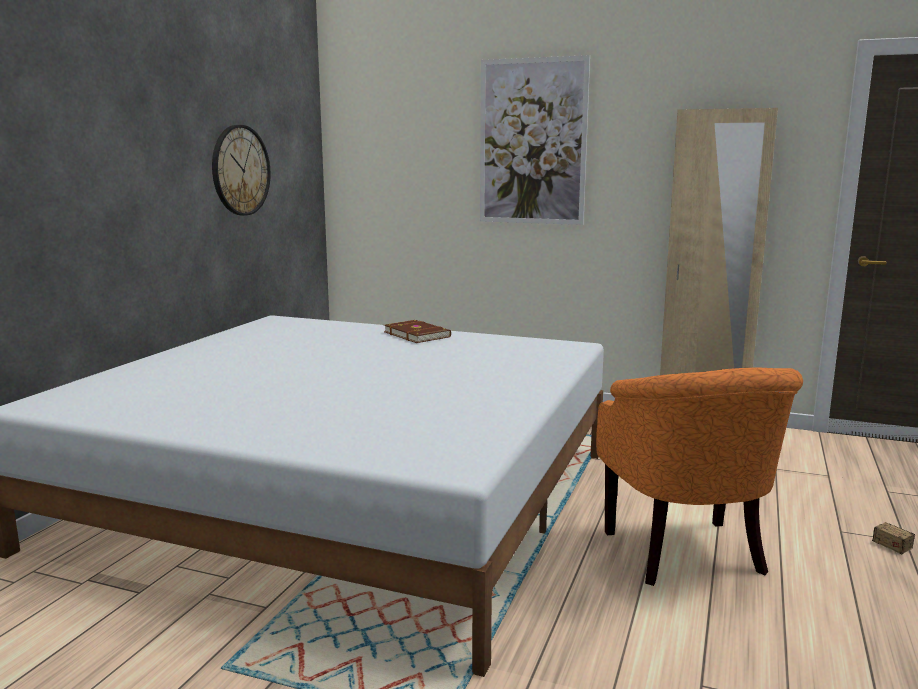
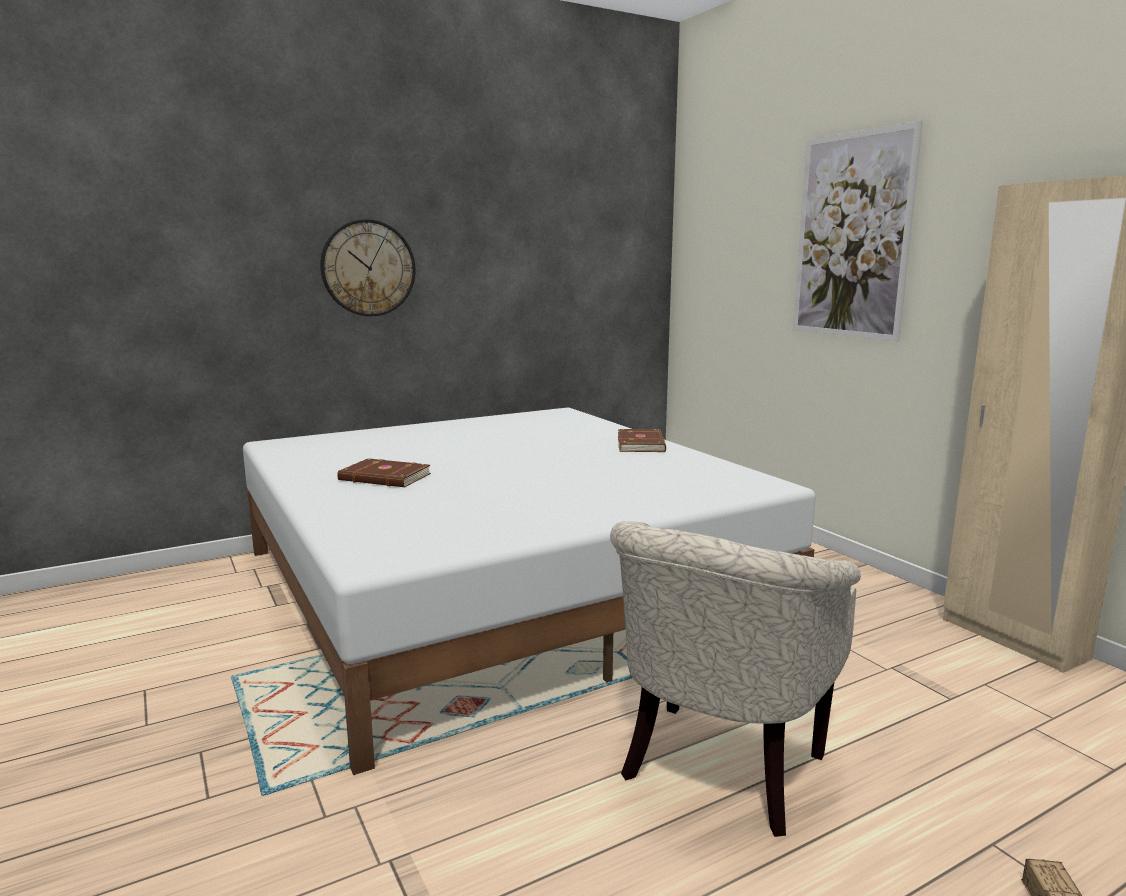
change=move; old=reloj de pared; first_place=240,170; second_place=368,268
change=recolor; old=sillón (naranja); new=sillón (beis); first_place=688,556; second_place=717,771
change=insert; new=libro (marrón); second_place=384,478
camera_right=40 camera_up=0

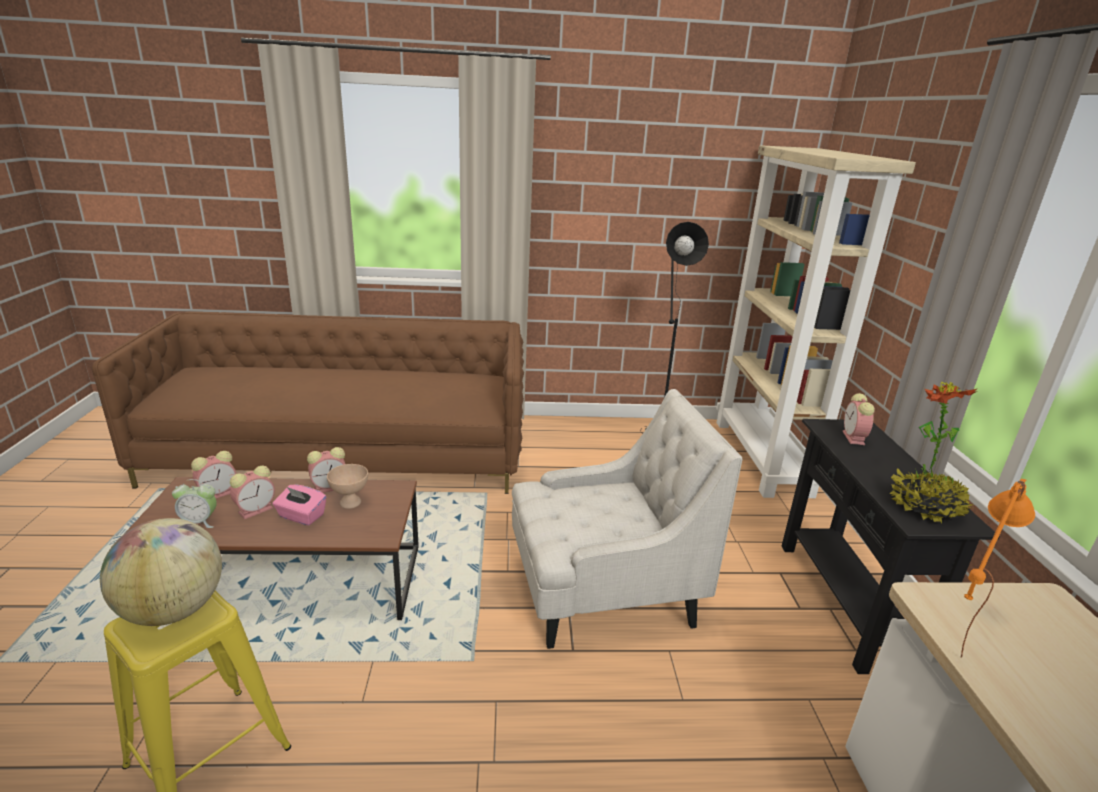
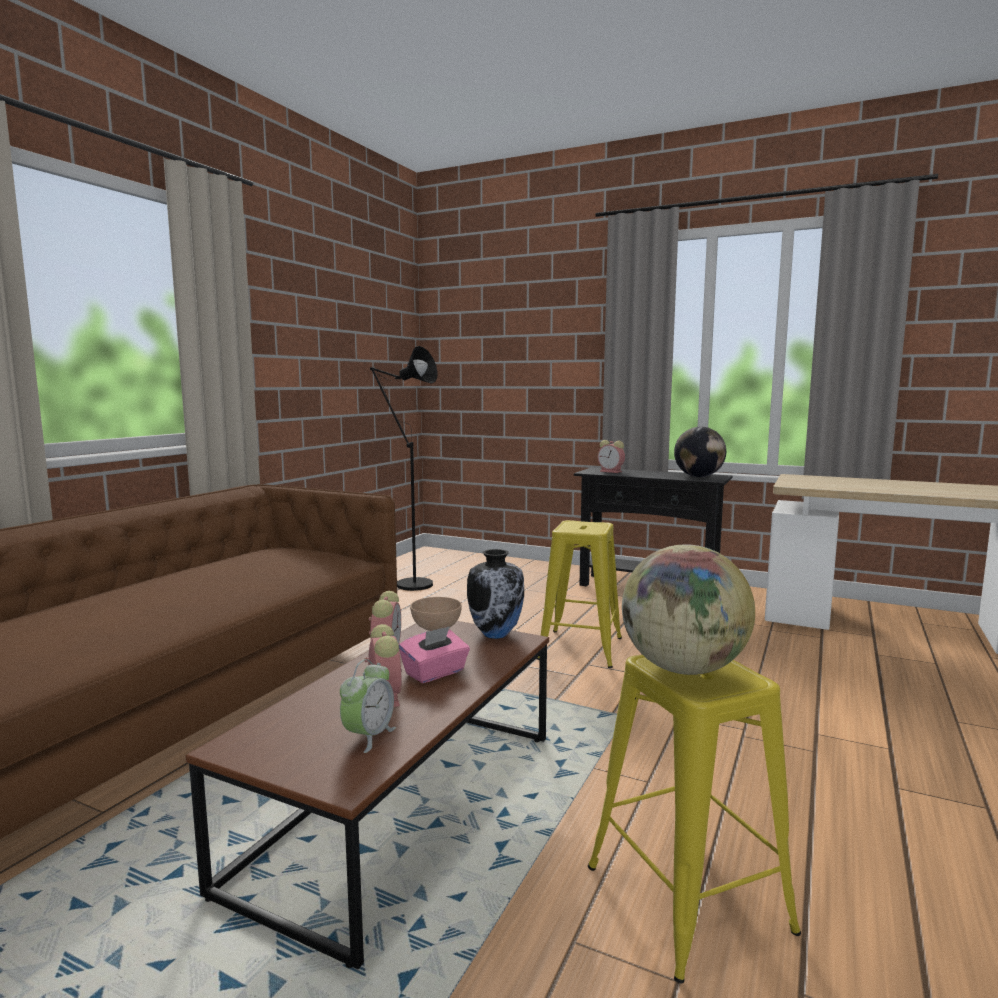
change=delete; old=estantería (beis); first_place=762,457
change=replace; old=planta en maceta; new=globo terráqueo; first_place=924,507; second_place=698,477
change=replace; old=sillón (blanco); new=taburete (amarillo); first_place=602,593; second_place=580,648
change=delete; old=despertador; first_place=219,493
change=delete; old=lámpara de mesa (naranja); first_place=957,628
change=insert; new=florero; second_place=496,634
camera_right=-60 camera_up=-15

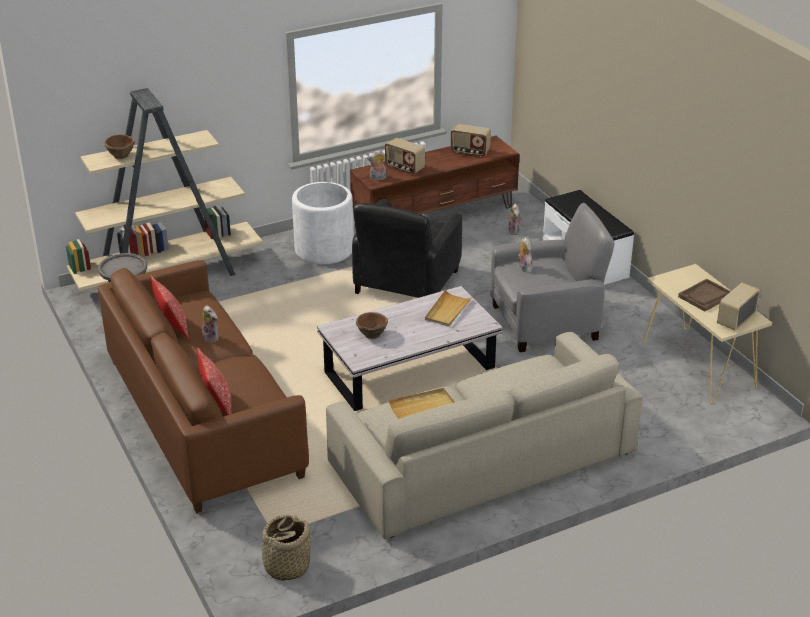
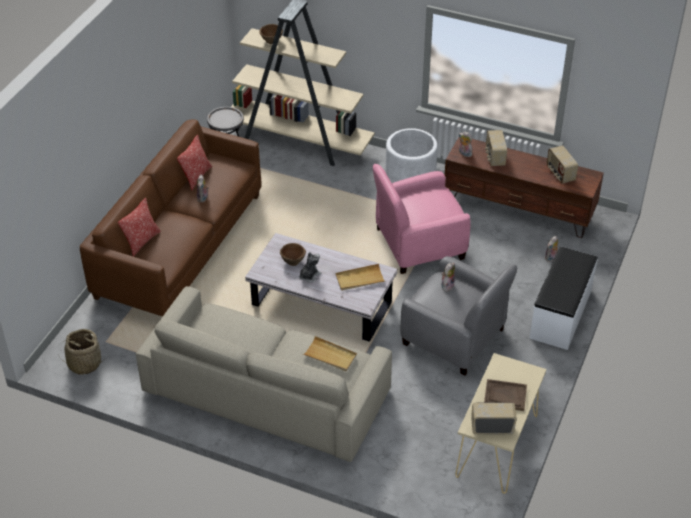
change=recolor; old=sillón (negro); new=sillón (rosa); first_place=406,283; second_place=418,244
change=move; old=bandeja (beis); first_place=422,407; second_place=330,356
change=insert; new=peluche; second_place=309,276
camera_right=50 camera_up=10

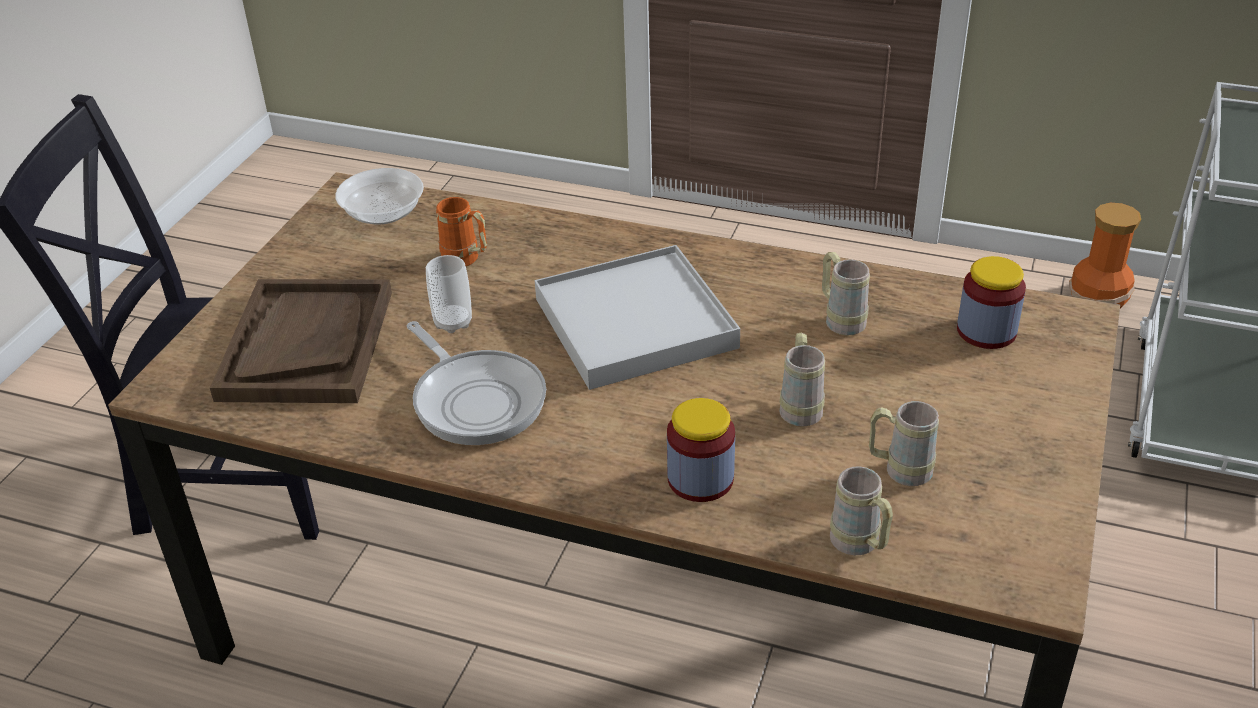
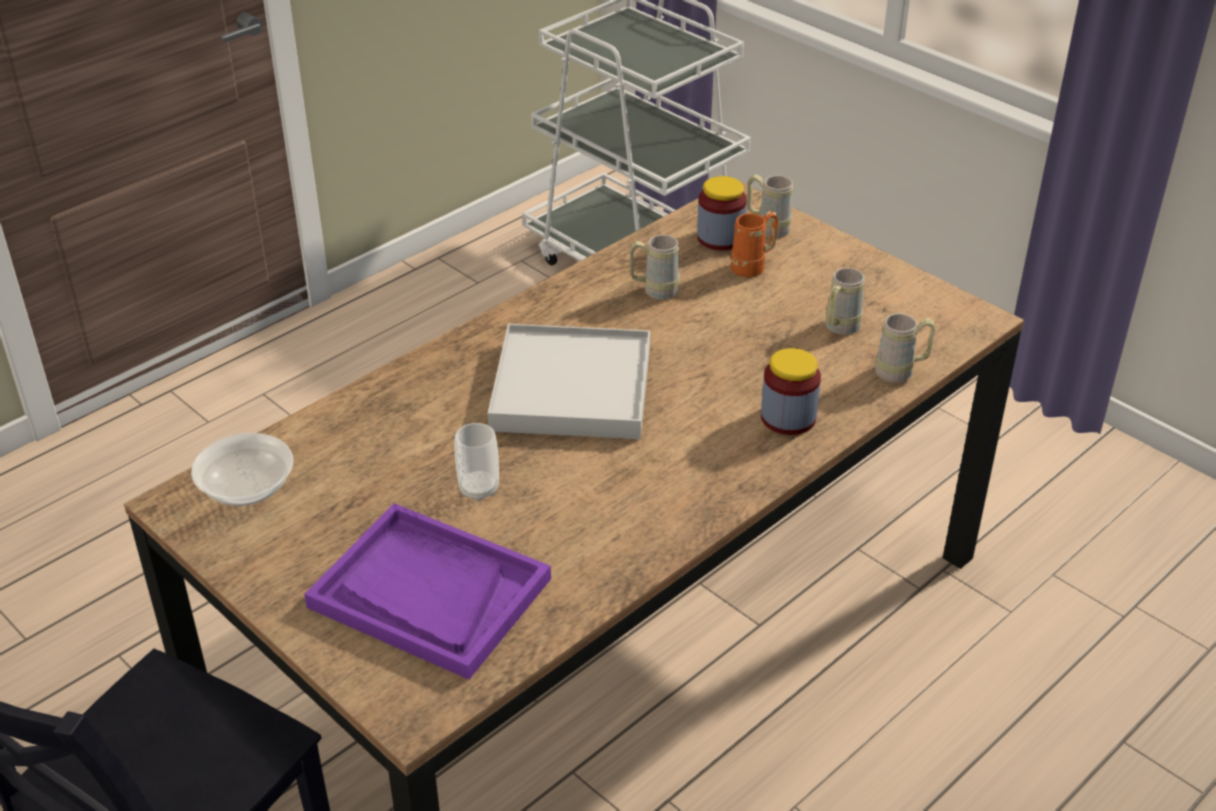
change=move; old=taza grande (naranja); first_place=466,260; second_place=753,267
change=delete; old=florero; first_place=1099,299
change=recolor; old=bandeja (marrón); new=bandeja (morado); first_place=306,344; second_place=429,593
change=delete; old=sartén; first_place=476,400
change=move; old=taza grande (beis); first_place=800,406; second_place=767,227
camera_right=-65 camera_up=0

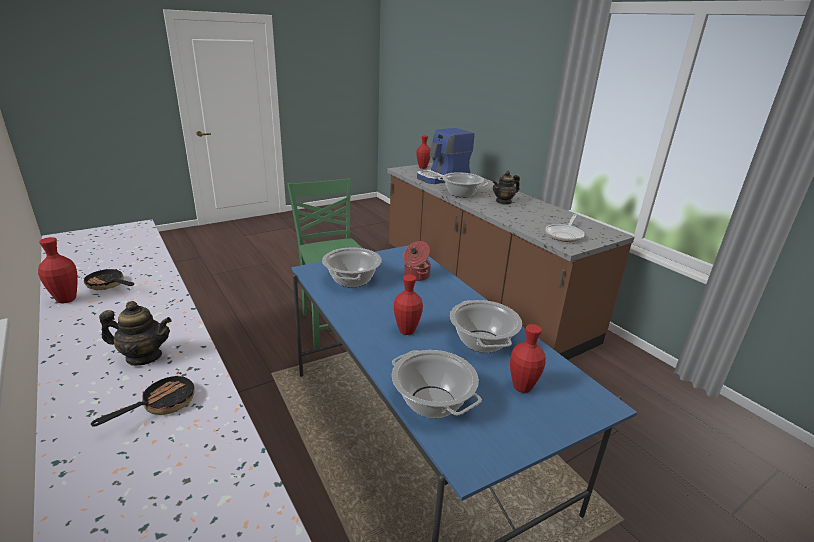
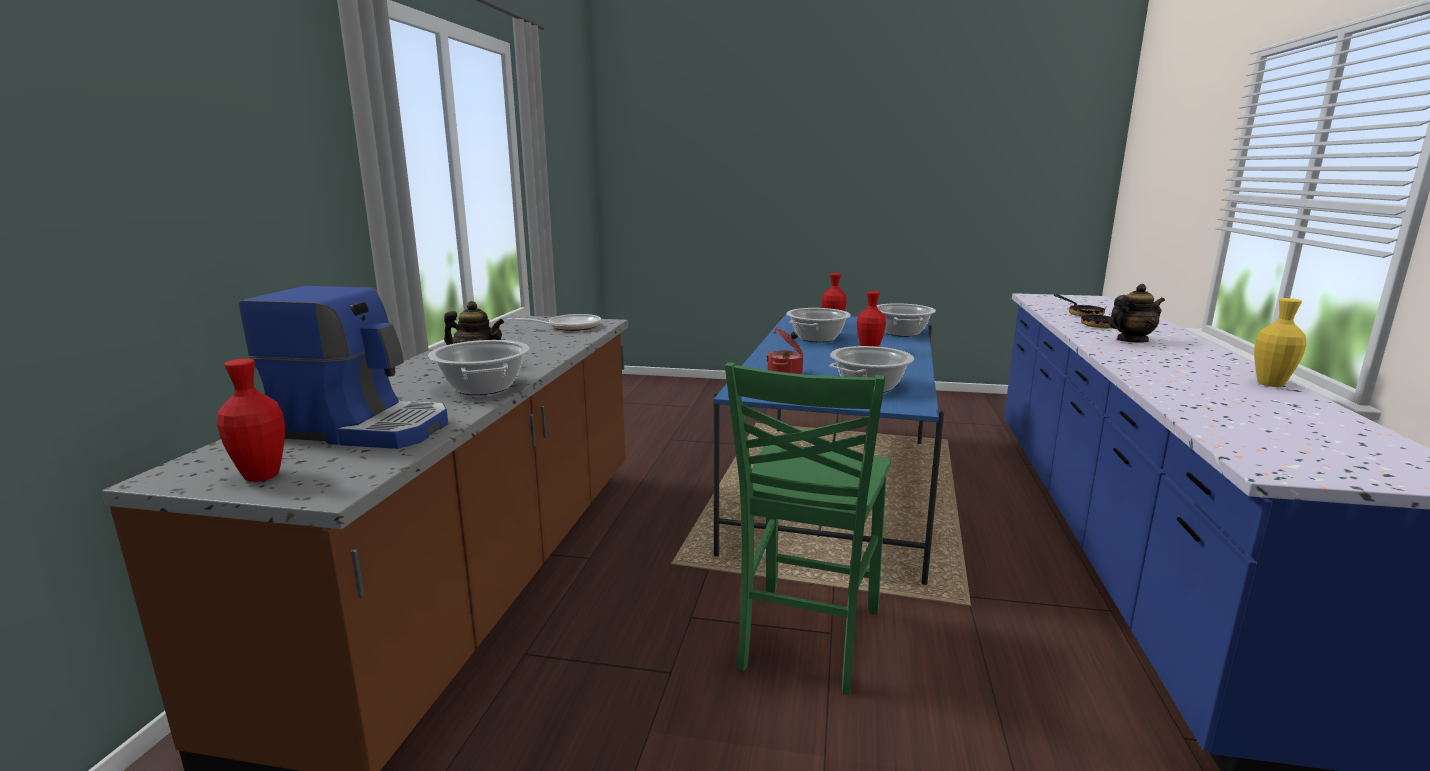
change=recolor; old=florero (rojo); new=florero (amarillo); first_place=66,300; second_place=1270,384
change=move; old=sartén; first_place=108,285; second_place=1081,314
change=rotate; old=tetera; first_place=144,356; second_place=1131,340; degrees=120
camera_right=-135 camera_up=-10

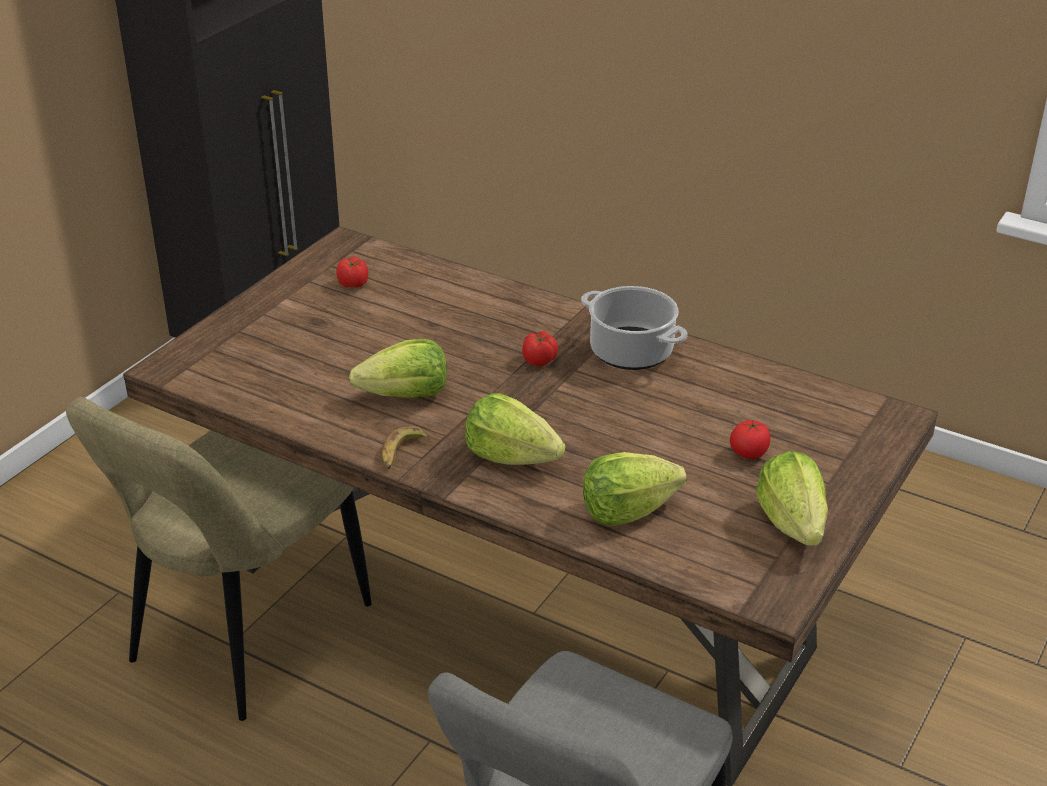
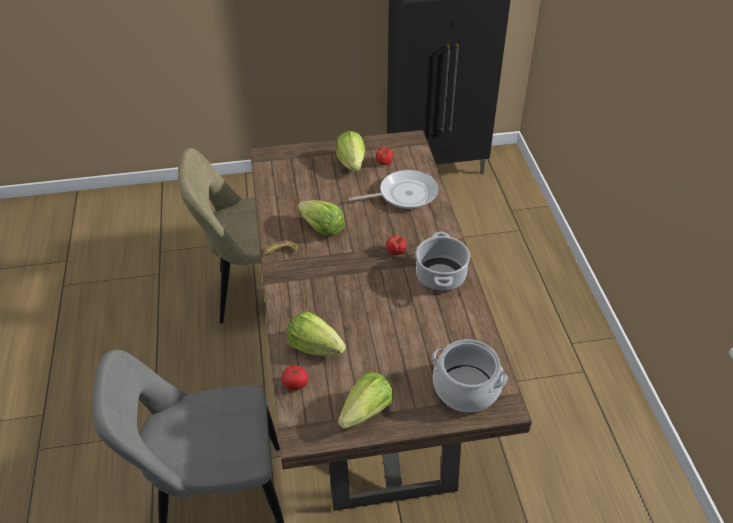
change=move; old=lechuga; first_place=511,456; second_place=352,163
change=move; old=tomate; first_place=749,453; second_place=295,384
change=insert; new=sartén; second_place=404,194
change=insert; new=olla; second_place=466,388
camera_right=50 camera_up=10

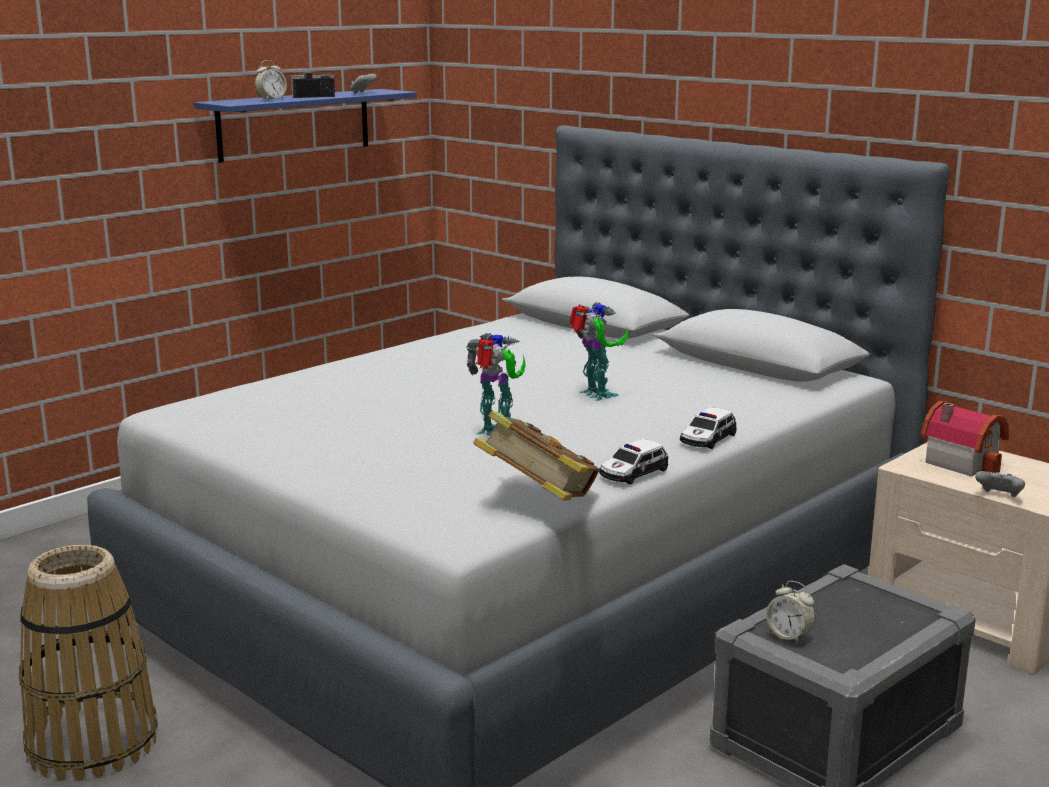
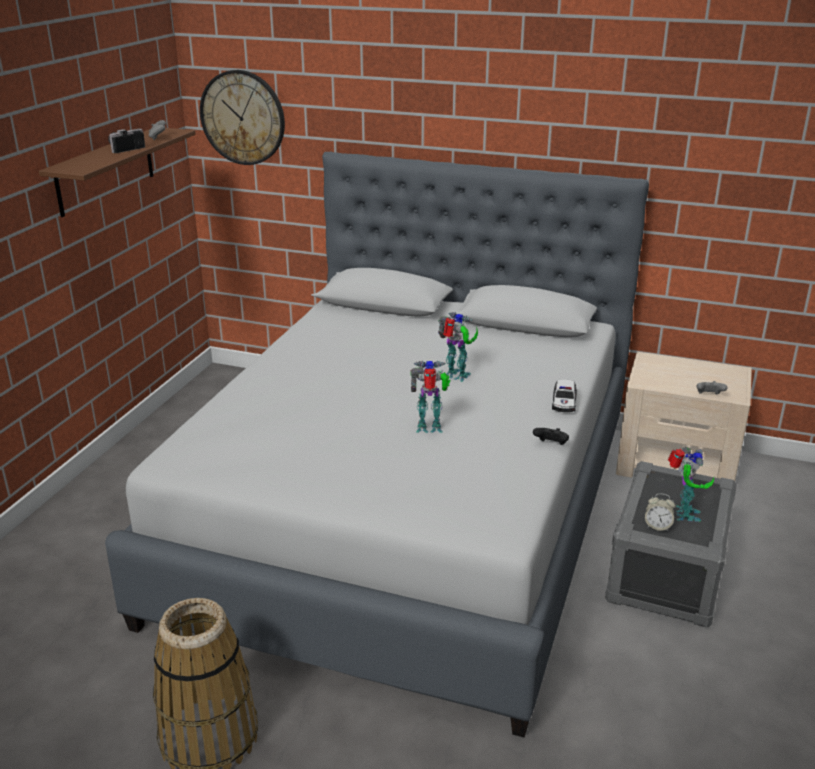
change=delete; old=despertador; first_place=271,99
change=recolor; old=estante (azul); new=estante (marrón); first_place=294,124; second_place=105,171
change=delete; old=casita; first_place=962,461
change=delete; old=libro; first_place=537,501
change=replace; old=coche de juguete; new=mando de consola (negro); first_place=633,473; second_place=550,445
change=insert; new=reloj de pared; second_place=243,117
change=insert; new=robot de juguete; second_place=684,514
camera_right=-25 camera_up=10

